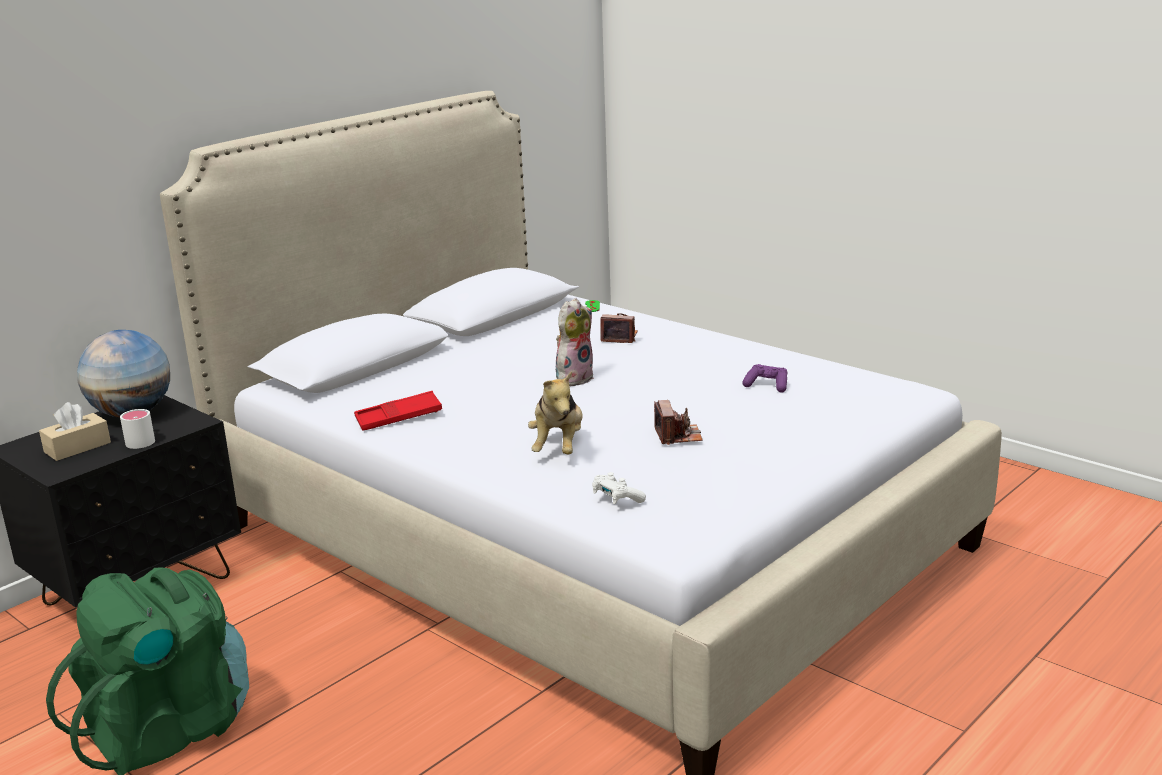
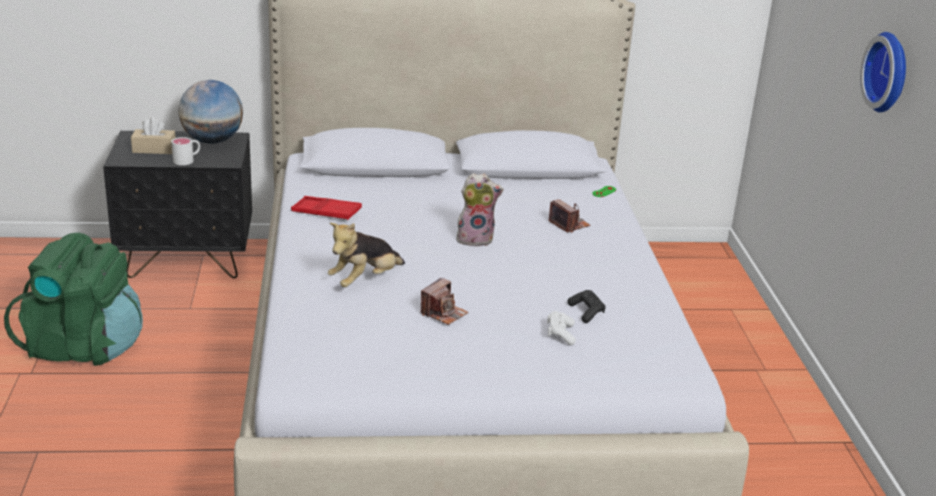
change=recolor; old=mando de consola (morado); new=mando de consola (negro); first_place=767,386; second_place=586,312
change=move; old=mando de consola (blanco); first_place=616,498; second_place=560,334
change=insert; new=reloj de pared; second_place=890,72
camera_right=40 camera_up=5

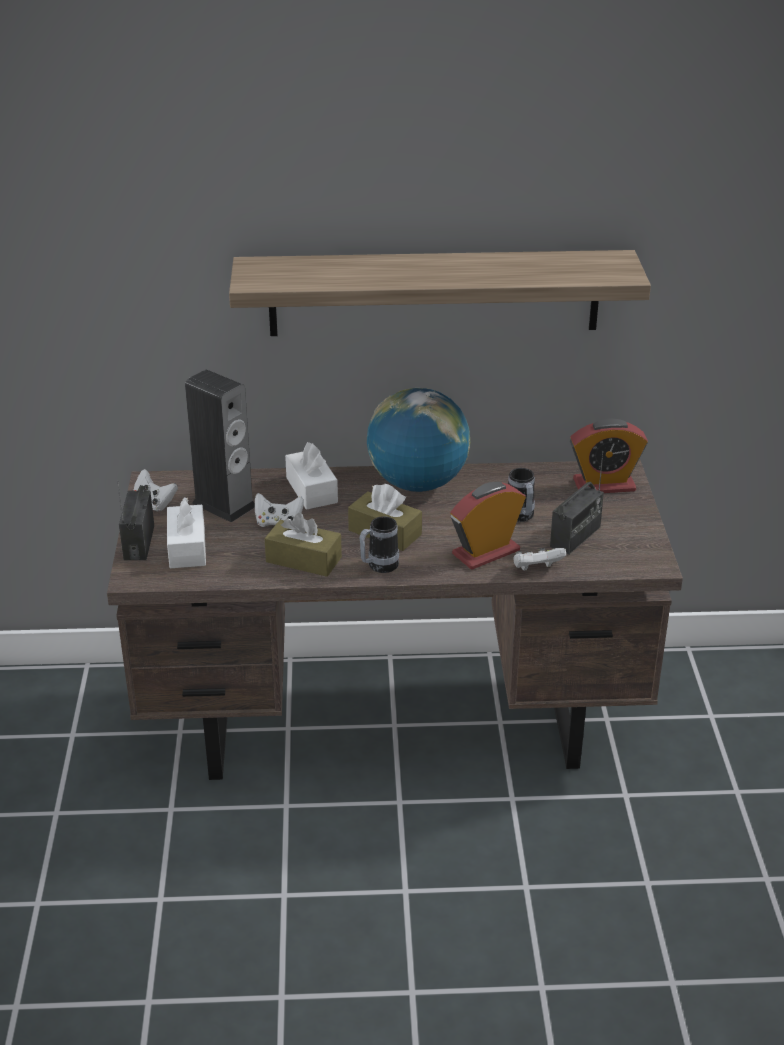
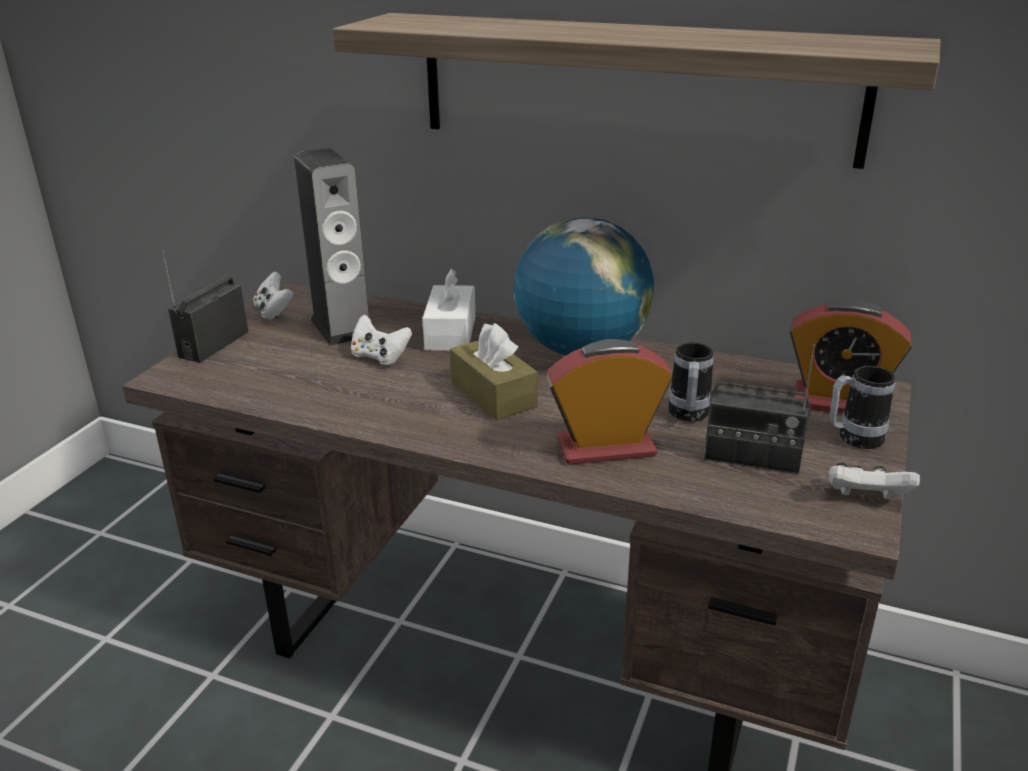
change=rotate; old=radio; first_place=575,537; second_place=752,458; degrees=45
change=delete; old=caja de pañuelos (blanco); first_place=187,548
change=delete; old=caja de pañuelos (marrón); first_place=303,560
change=move; old=taza grande; first_place=378,567; second_place=852,439
change=move; old=mando de consola (blanco); first_place=536,569; second_place=865,498
camera_right=25 camera_up=-5

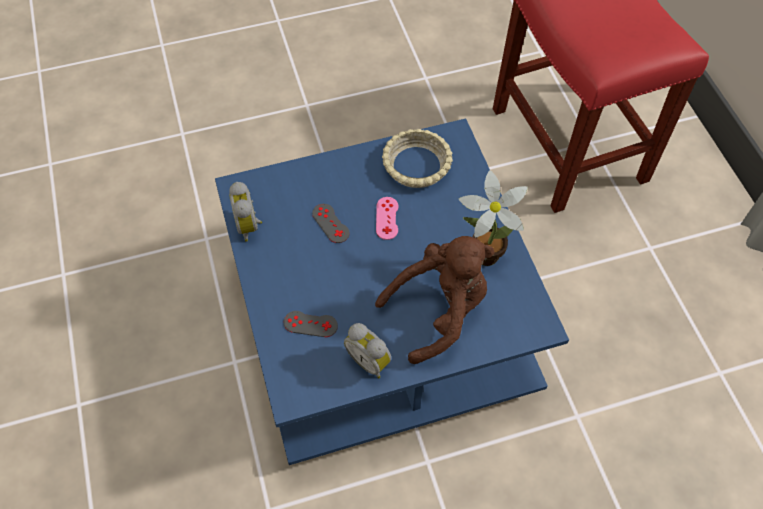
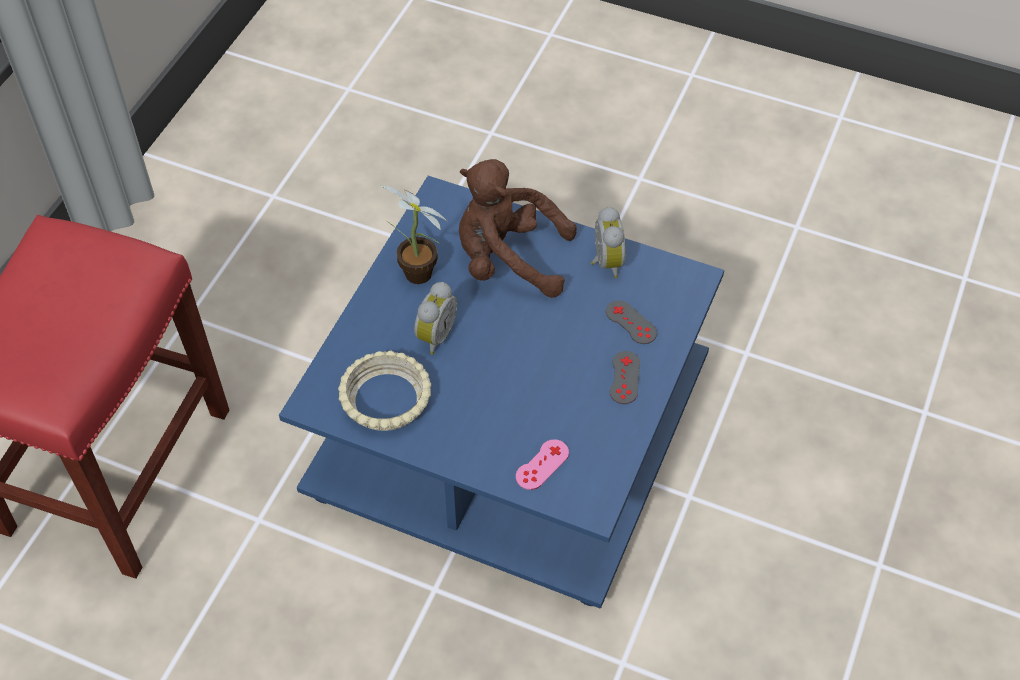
change=move; old=despertador; first_place=250,225; second_place=434,335
change=move; old=mando de consola (rosa); first_place=387,218; second_place=542,464
change=move; old=mando de consola (gris); first_place=330,223; second_place=624,377
camera_right=-140 camera_up=-5

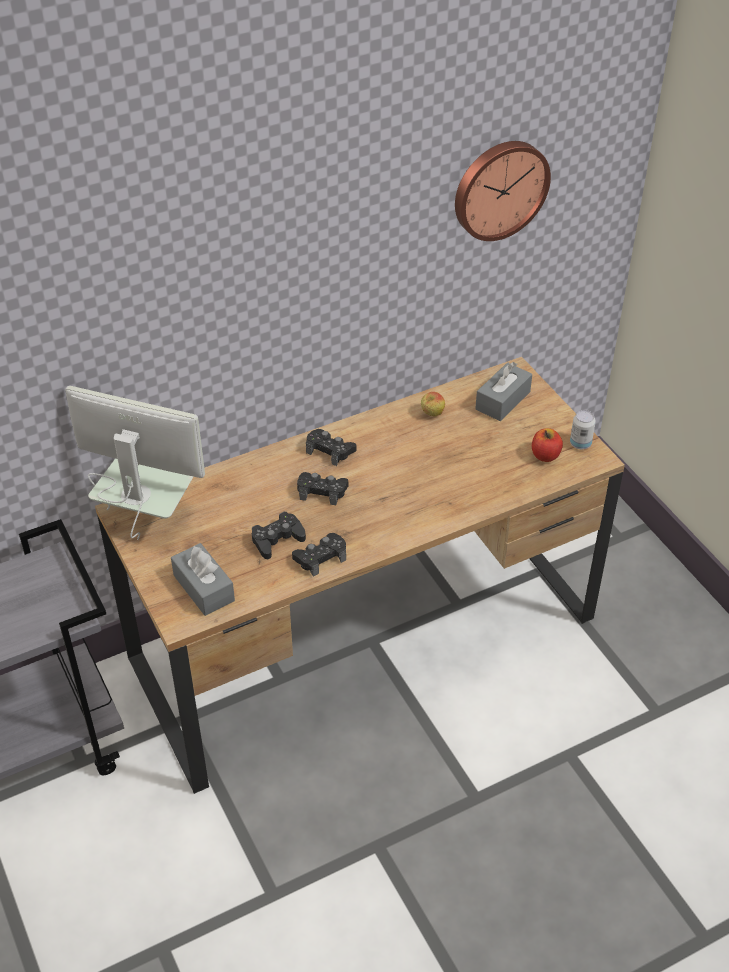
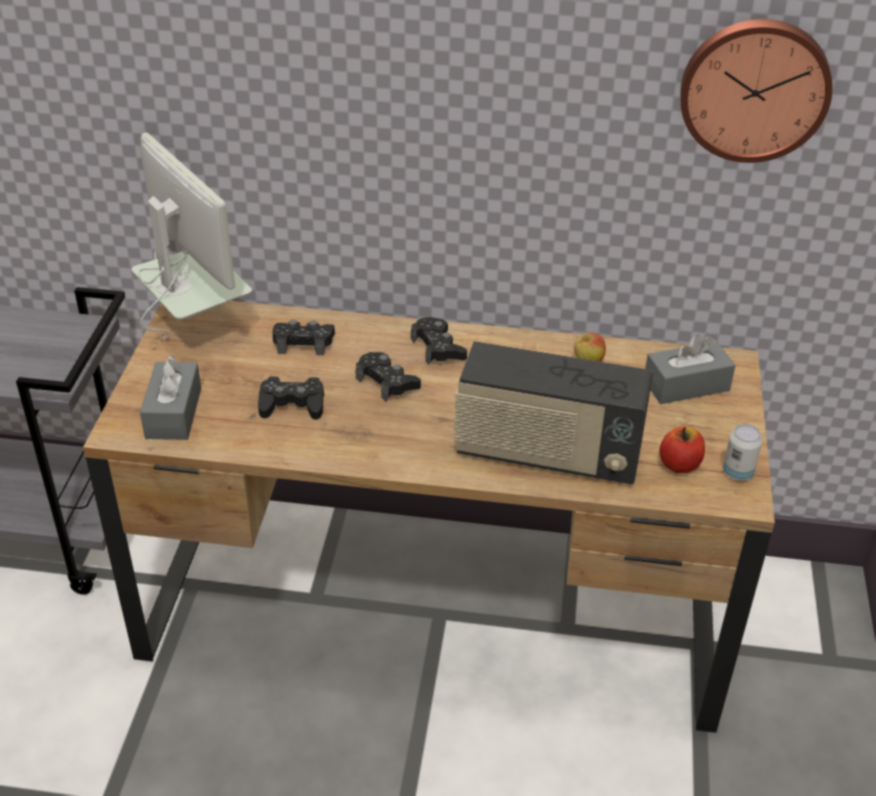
change=move; old=mando de consola (negro); first_place=320,557; second_place=303,343
change=insert; new=radio; second_place=547,454
camera_right=35 camera_up=-5

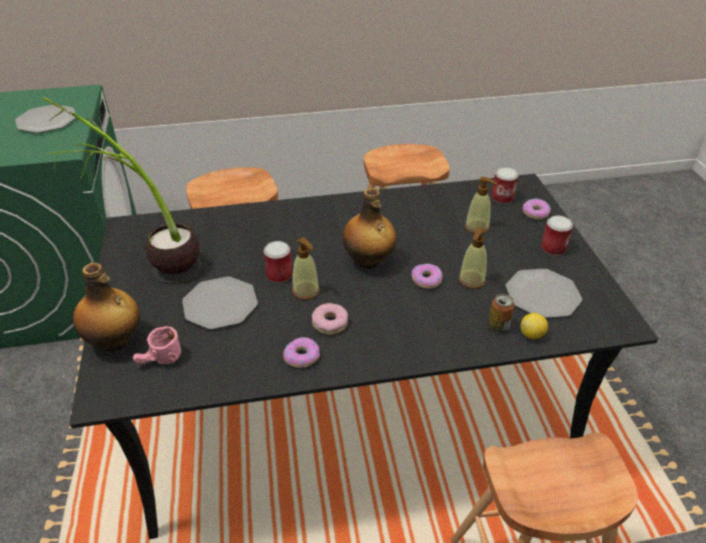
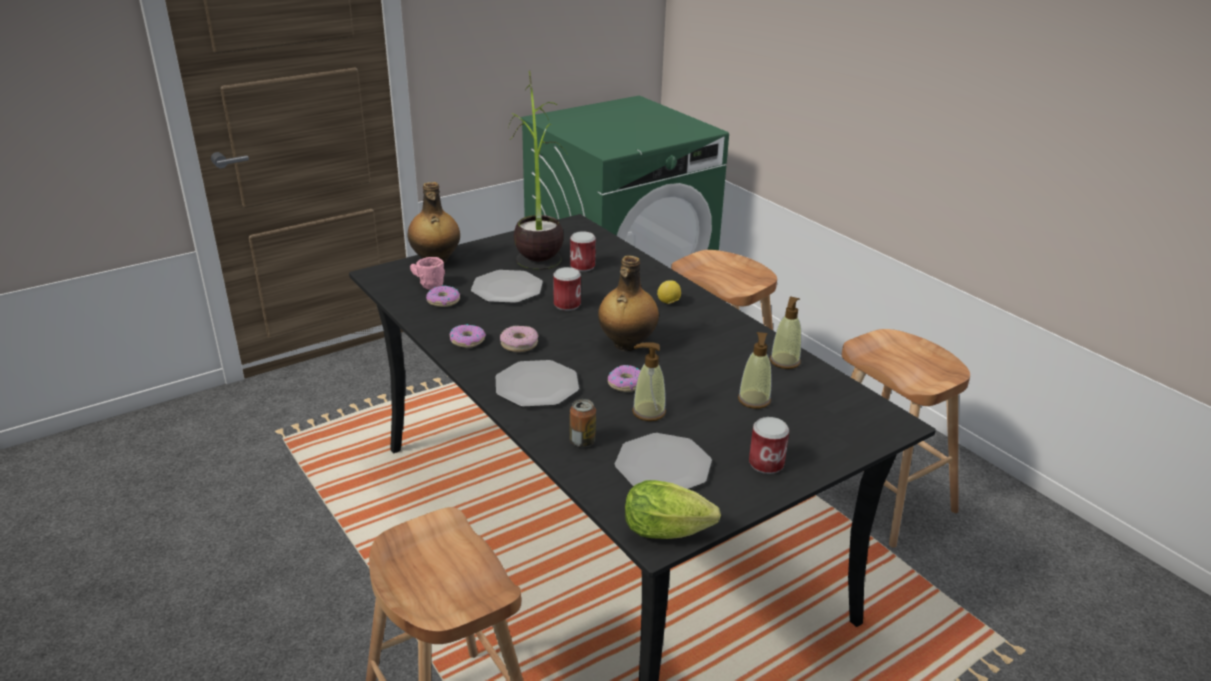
change=move; old=plato; first_place=47,120; second_place=537,386
change=move; old=lata; first_place=502,198; second_place=582,266
change=move; old=rosquilla; first_place=536,213; second_place=443,301
change=move; old=dispensador de jabón; first_place=306,291; second_place=784,361
change=move; old=limón; first_place=532,335; second_place=668,302
change=insert; new=lechuga; second_place=671,532
camera_right=65 camera_up=-10

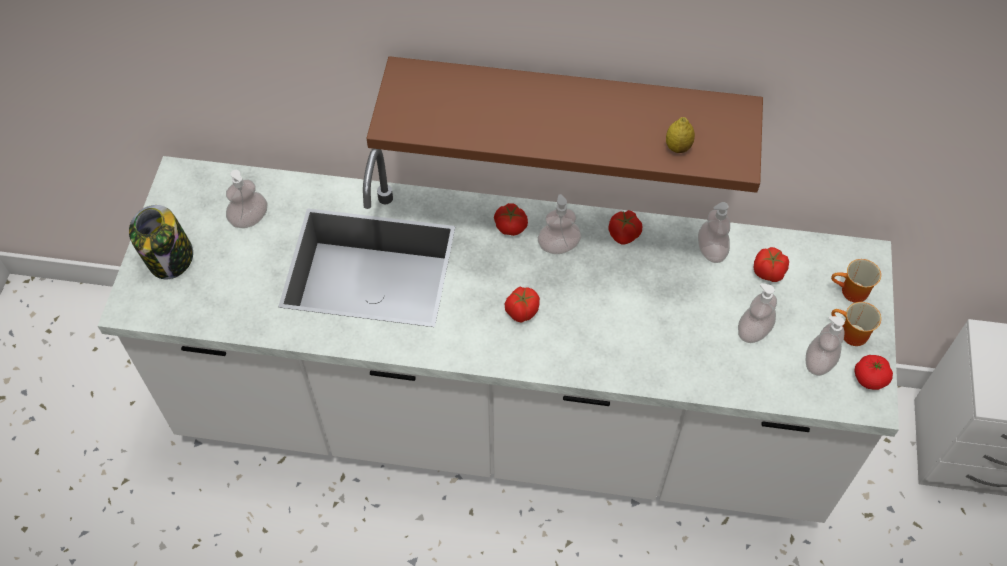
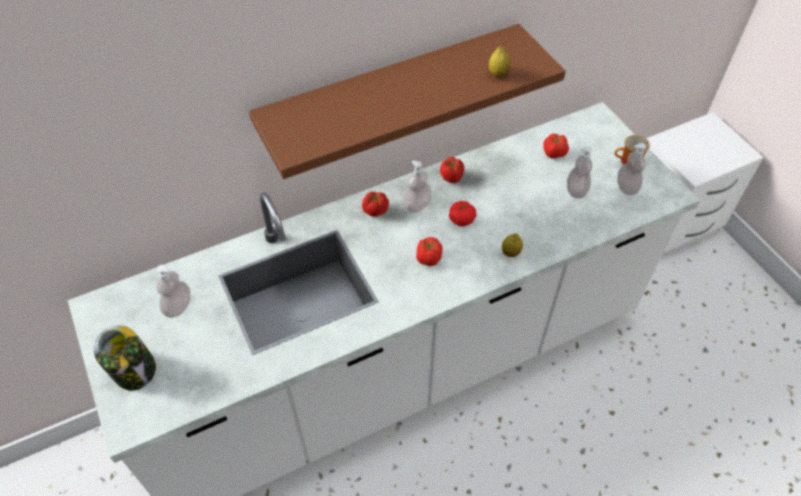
change=delete; old=dispensador de jabón; first_place=711,250
change=delete; old=taza grande; first_place=851,293
change=move; old=tomate; first_place=870,378; second_place=461,219
change=insert; new=limón; second_place=510,253
camera_right=-35 camera_up=-5

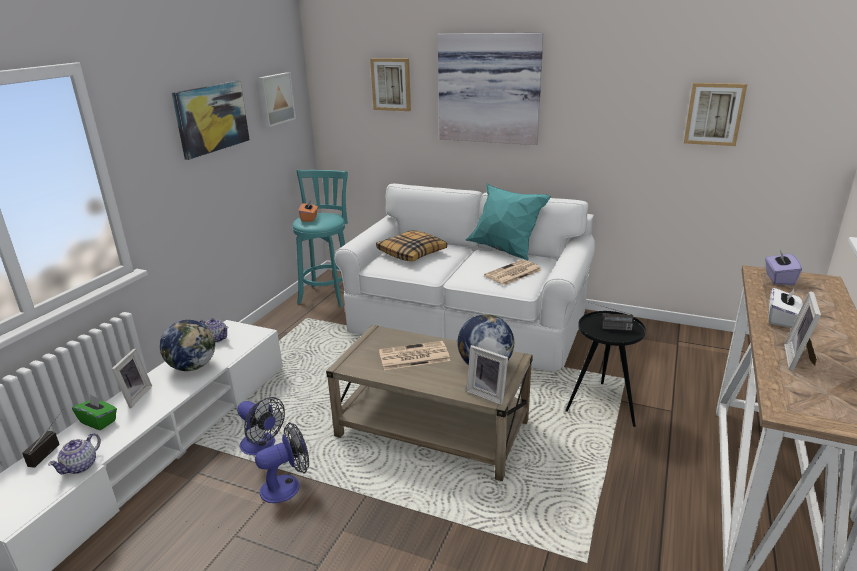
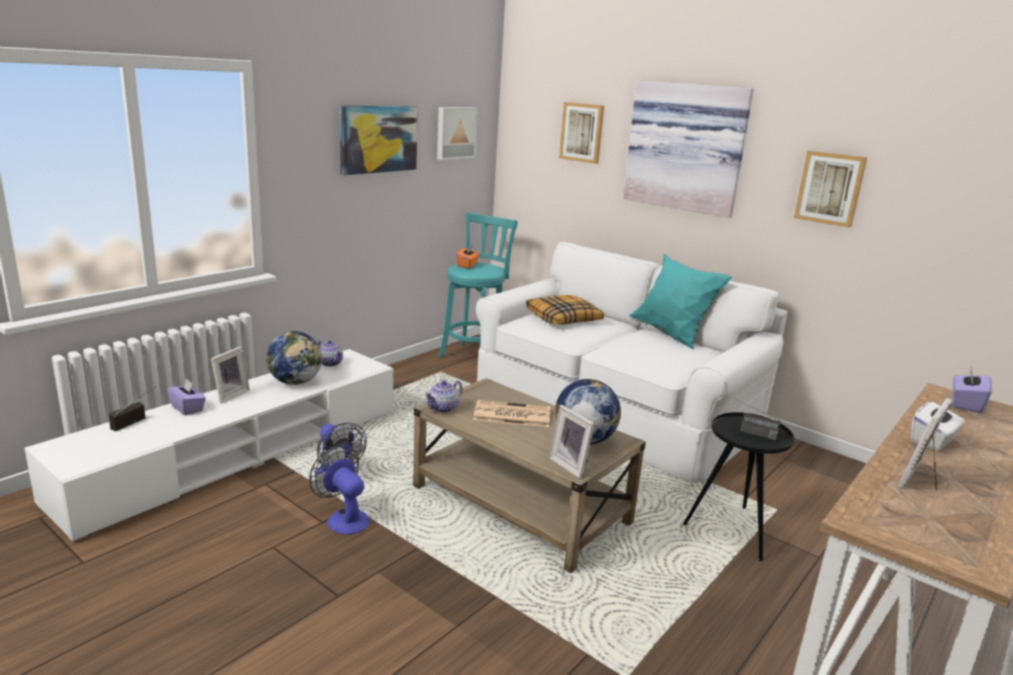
change=move; old=cuadro; first_place=714,114; second_place=830,188
change=delete; old=periódico; first_place=513,273
change=recolor; old=caja de pañuelos (verde); new=caja de pañuelos (morado); first_place=99,421; second_place=188,408
change=rotate; old=ventilador; first_place=287,486; second_place=343,518; degrees=-120
change=move; old=tetera; first_place=81,466; second_place=443,408
camera_right=15 camera_up=-5

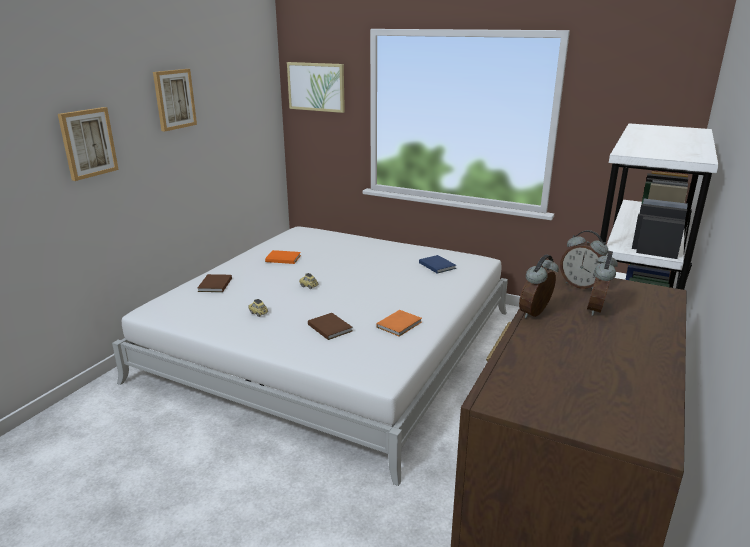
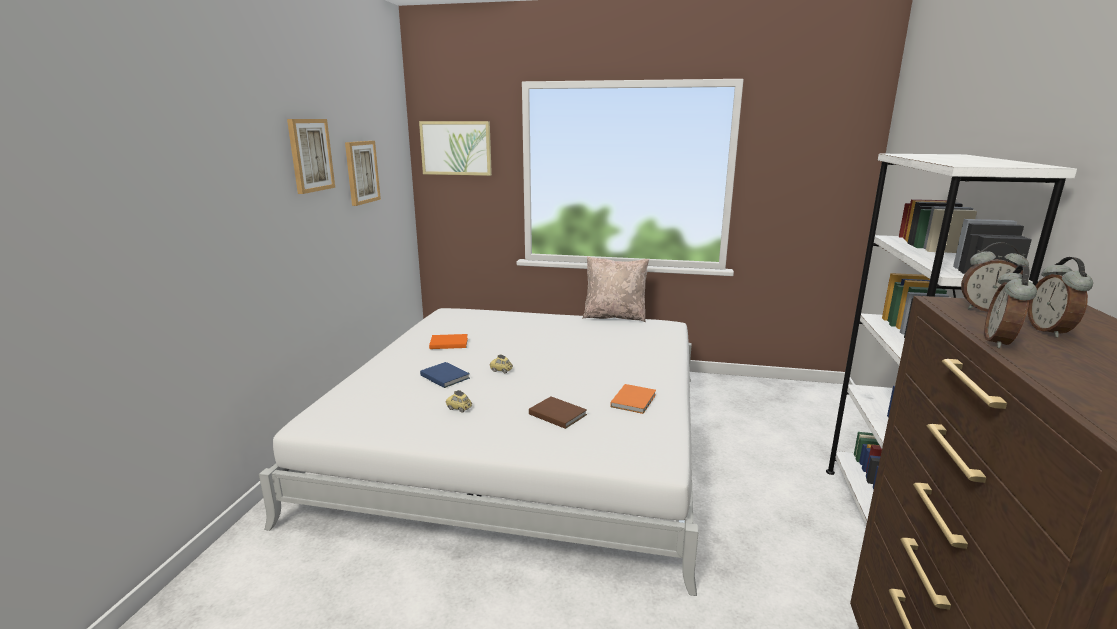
change=move; old=cuadro; first_place=88,143; second_place=361,172
change=move; old=libro (azul); first_place=437,265; second_place=445,376
change=delete; old=libro (marrón); first_place=214,285
change=insert; new=cojín (beis); second_place=614,316
camera_right=-15 camera_up=-5

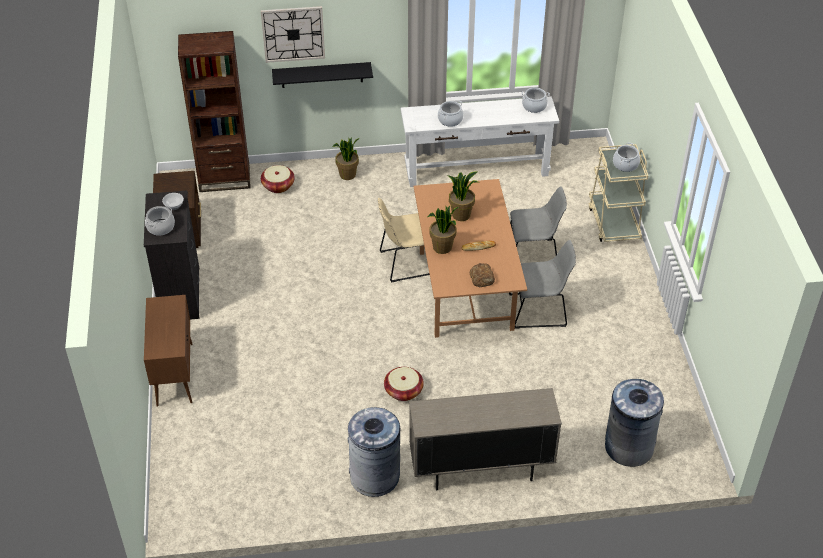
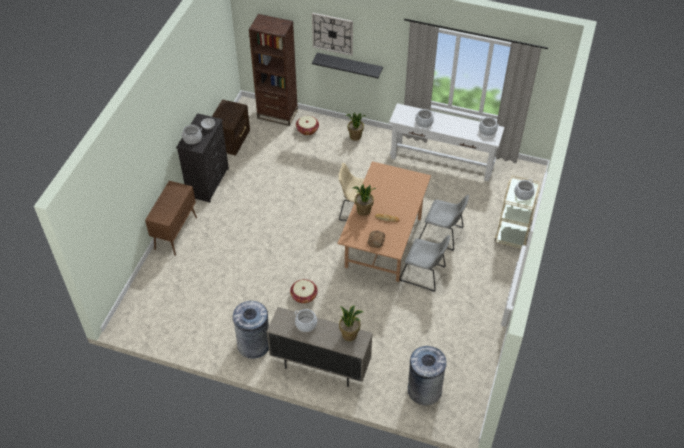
change=move; old=planta en maceta; first_place=461,214; second_place=349,334
change=insert; new=olla; second_place=306,324
camera_right=25 camera_up=5

